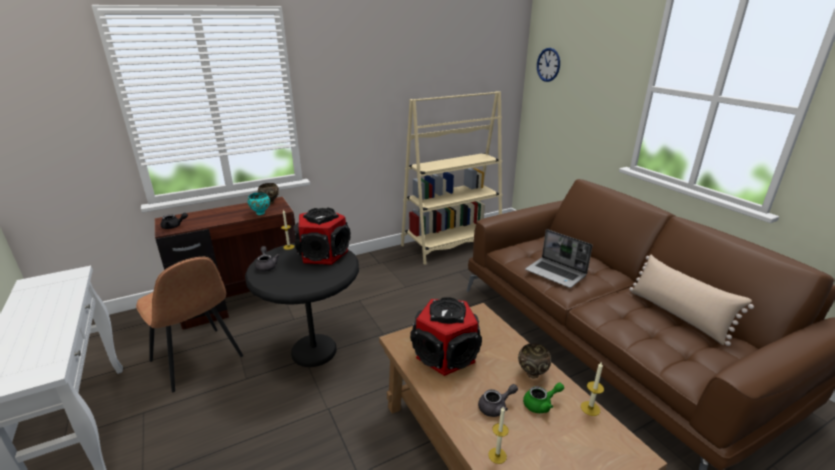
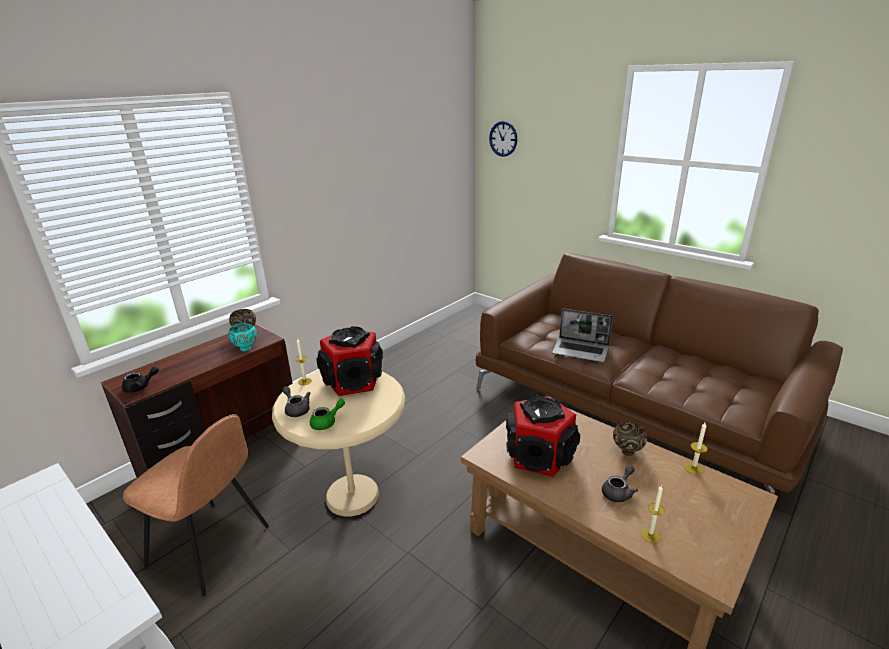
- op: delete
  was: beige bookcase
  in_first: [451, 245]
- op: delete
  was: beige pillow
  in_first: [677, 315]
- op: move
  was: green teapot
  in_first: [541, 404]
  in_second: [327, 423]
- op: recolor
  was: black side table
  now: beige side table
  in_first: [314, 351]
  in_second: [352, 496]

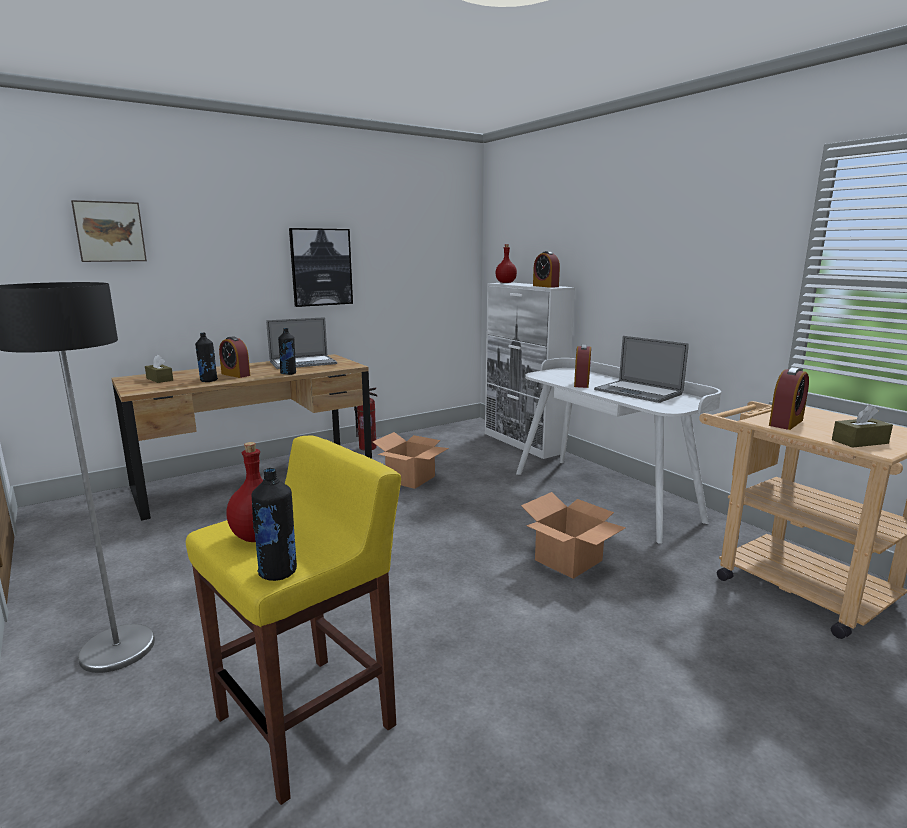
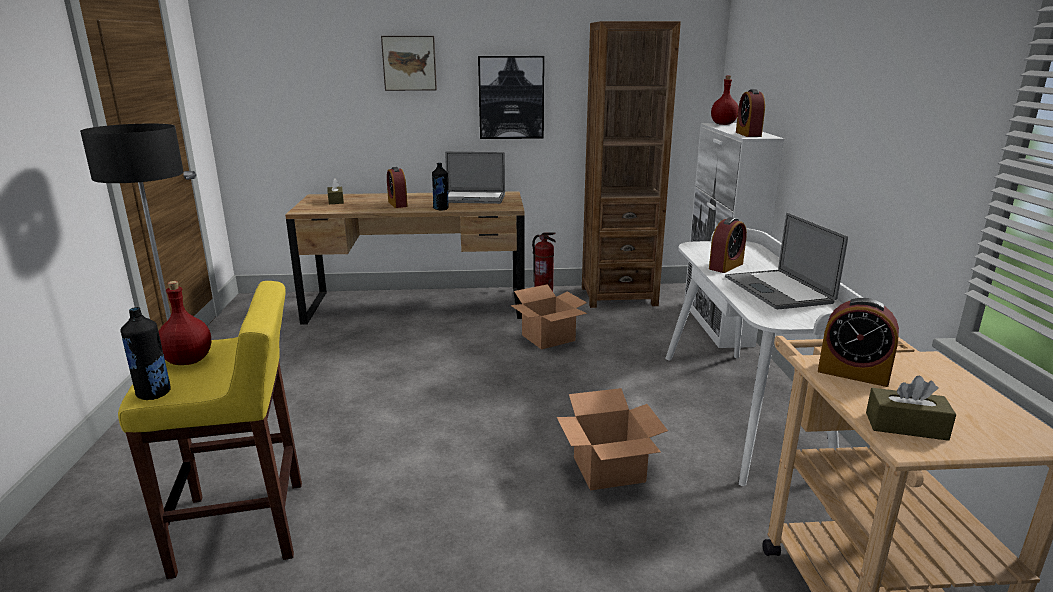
- op: delete
  was: black bottle
  in_first: [208, 380]
- op: insert
  now: brown bookcase
  in_second: [618, 296]
- op: move
  was: picture
  in_first: [109, 232]
  in_second: [409, 63]
- op: rotate
  was: alarm clock
  in_first: [786, 423]
  in_second: [853, 373]
  clockwise: 45

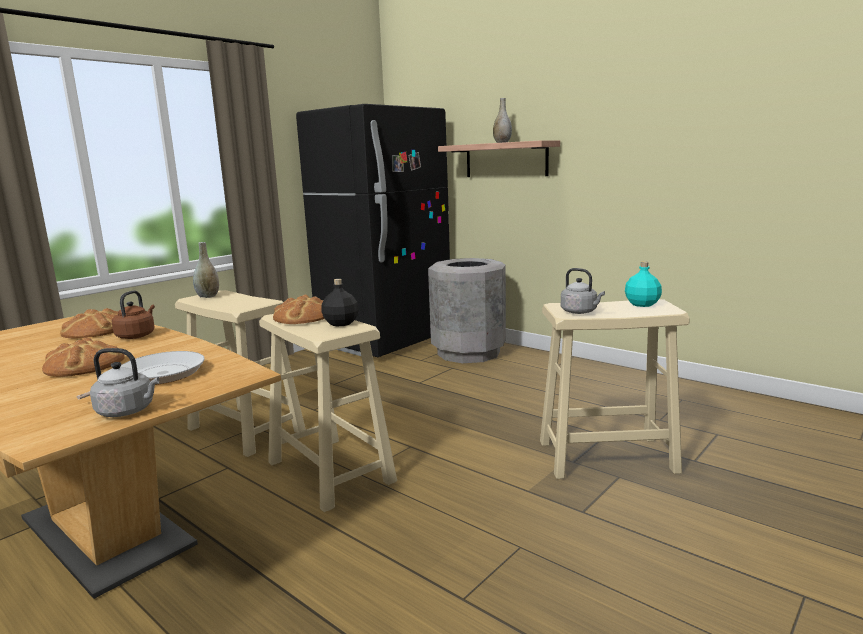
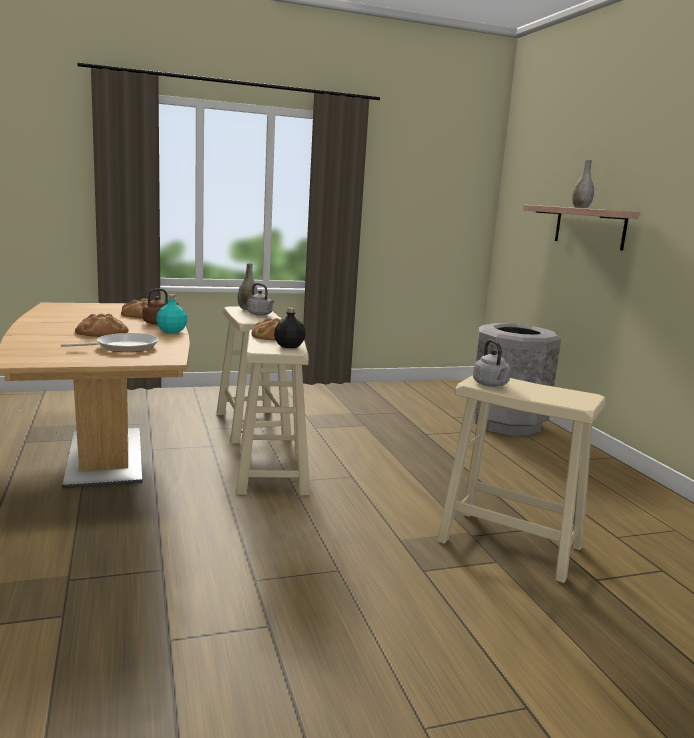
- op: delete
  was: black fridge
  in_first: [386, 341]
- op: move
  was: grey kettle
  in_first: [128, 411]
  in_second: [260, 314]
- op: move
  was: turquoise bottle
  in_first: [642, 304]
  in_second: [172, 331]

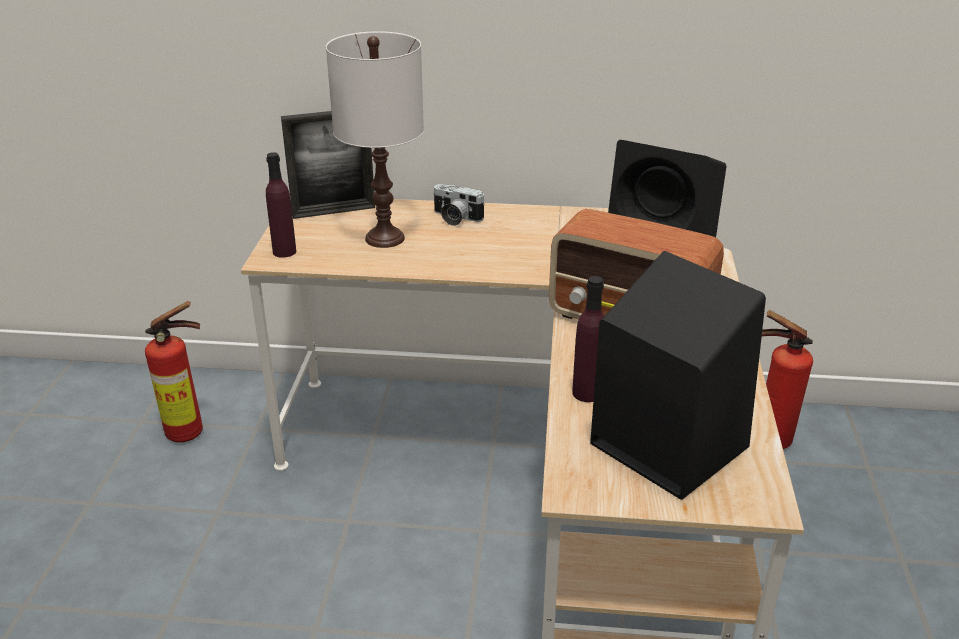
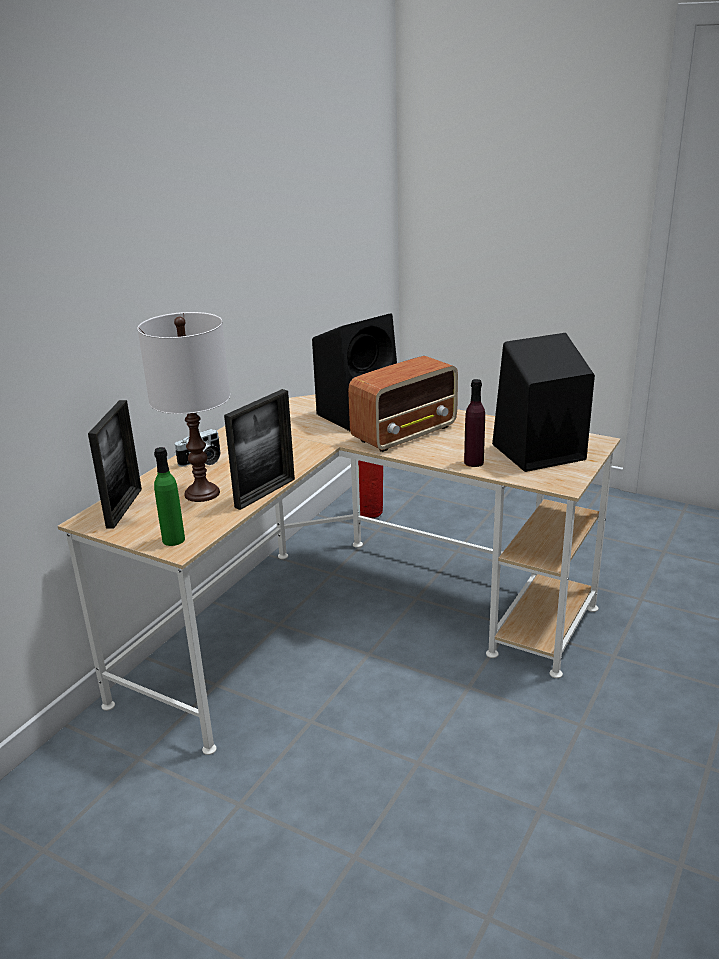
- op: delete
  was: fire extinguisher
  in_first: [190, 432]
- op: insert
  now: picture frame
  in_second: [265, 493]
- op: recolor
  was: purple bottle
  now: green bottle
  in_first: [284, 251]
  in_second: [173, 540]

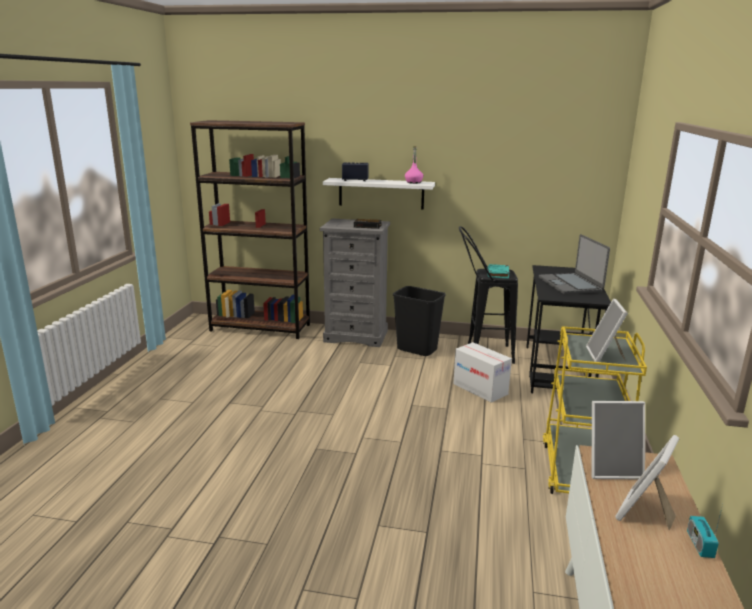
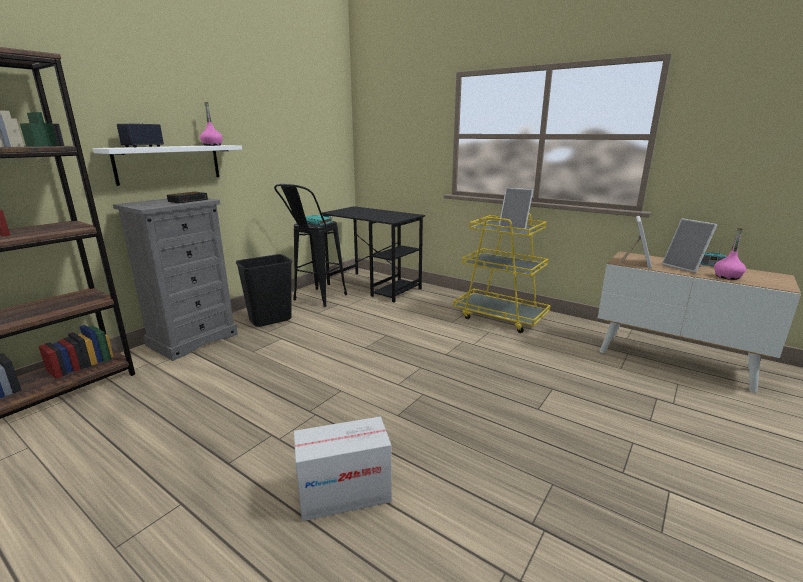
- op: delete
  was: laptop
  in_first: [570, 285]
- op: insert
  now: pink bottle
  in_second: [727, 276]
- op: move
  was: cardboard box
  in_first: [480, 389]
  in_second: [344, 493]

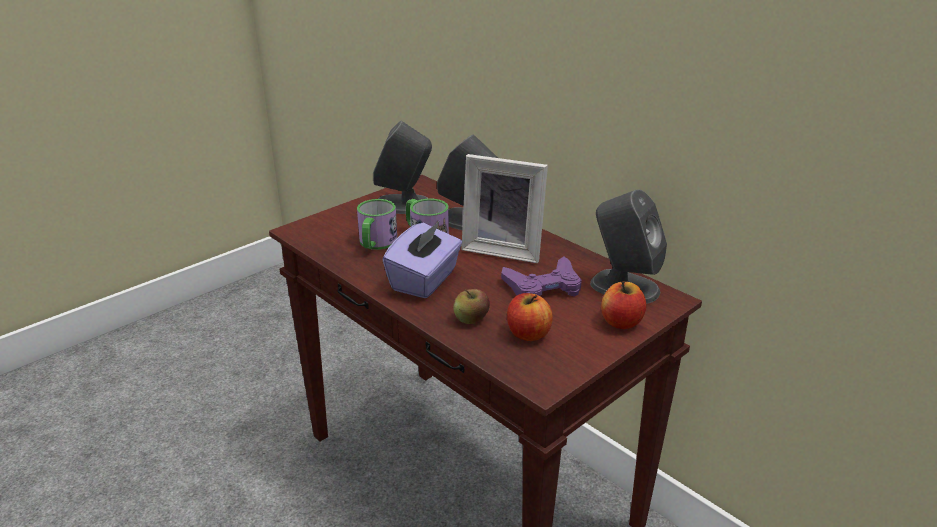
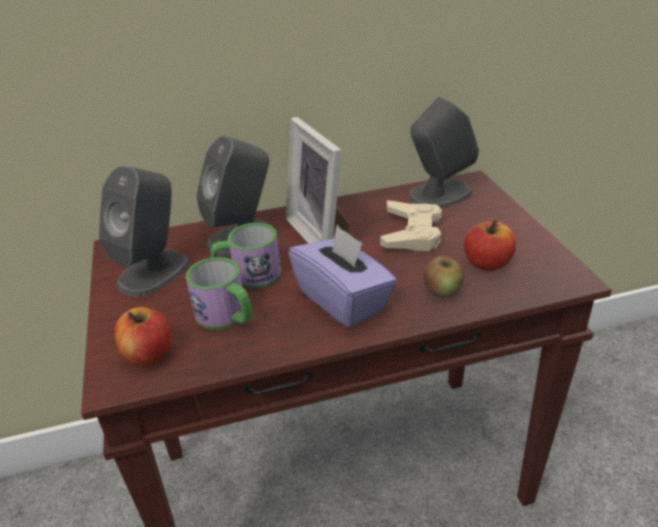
- op: move
  was: apple
  in_first: [621, 322]
  in_second: [149, 354]
- op: recolor
  was: purple game controller
  now: beige game controller
  in_first: [543, 287]
  in_second: [411, 232]
- op: rotate
  was: picture frame
  in_first: [504, 249]
  in_second: [322, 234]
  clockwise: 105

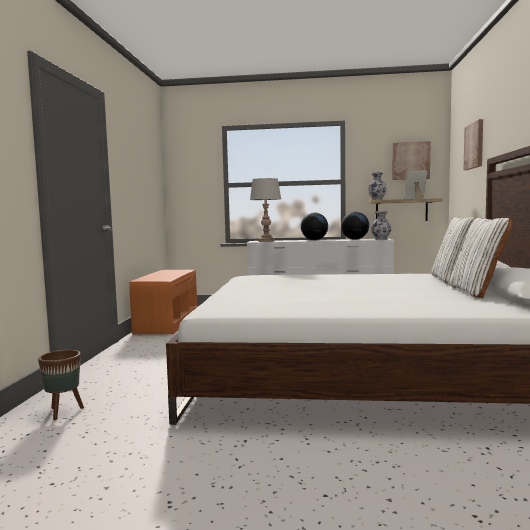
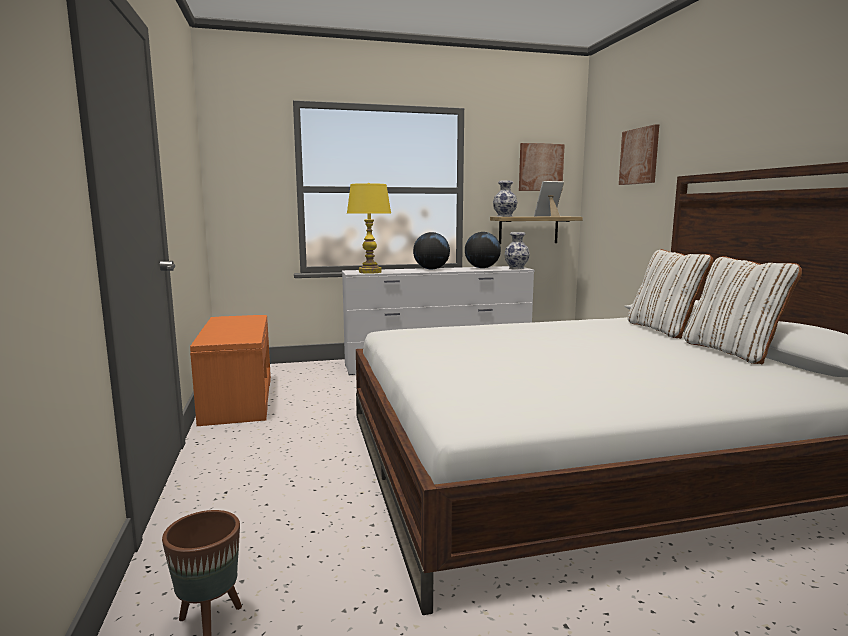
- op: recolor
  was: grey table lamp
  now: yellow table lamp
  in_first: [266, 241]
  in_second: [370, 272]

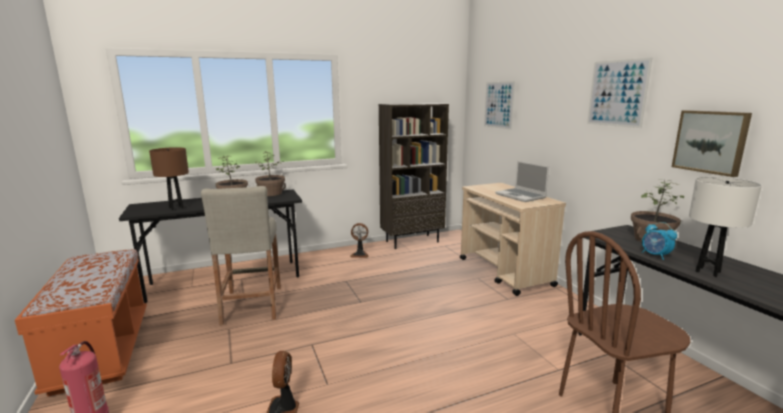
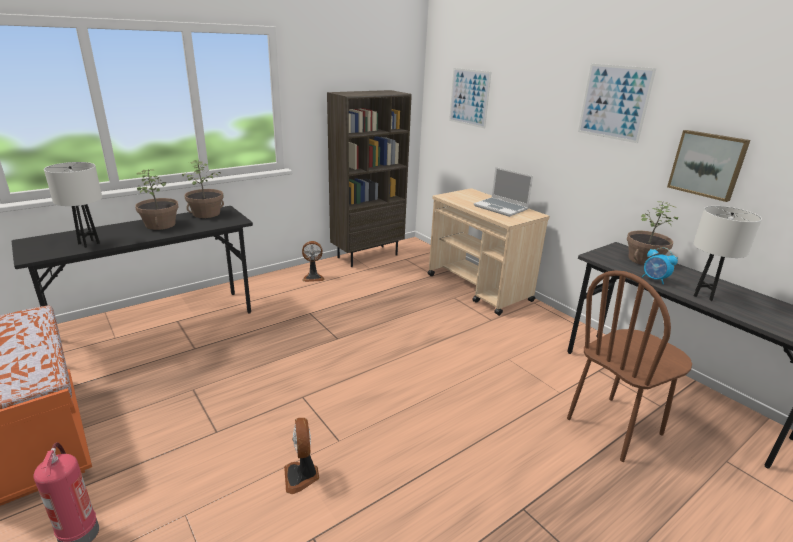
- op: delete
  was: beige stool
  in_first: [251, 305]
- op: recolor
  was: brown table lamp
  now: white table lamp
  in_first: [176, 208]
  in_second: [89, 243]

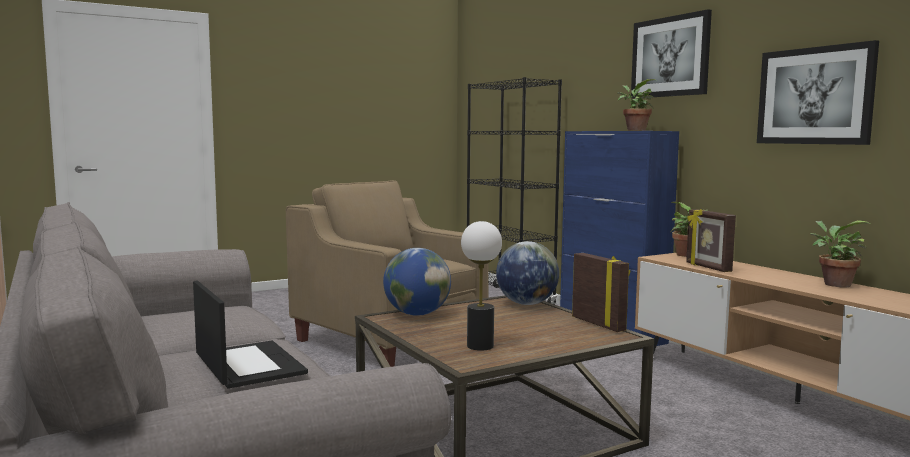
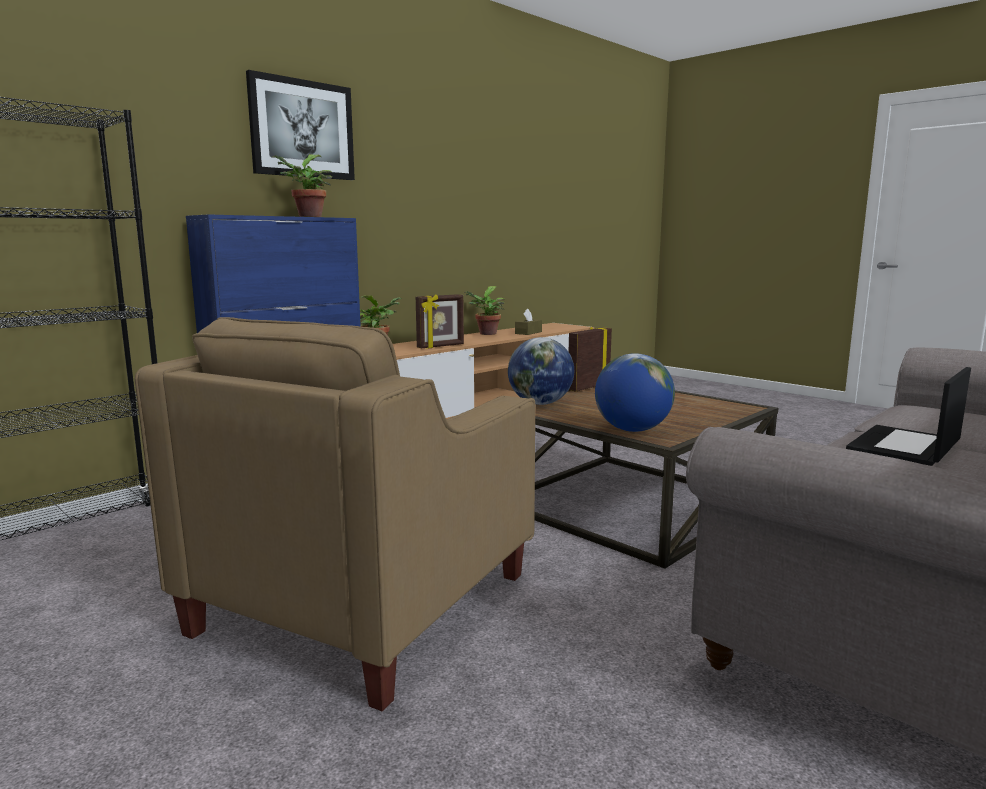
- op: delete
  was: table lamp
  in_first: [480, 346]
- op: delete
  was: picture
  in_first: [814, 96]
- op: insert
  now: brown tissue box
  in_second: [528, 333]

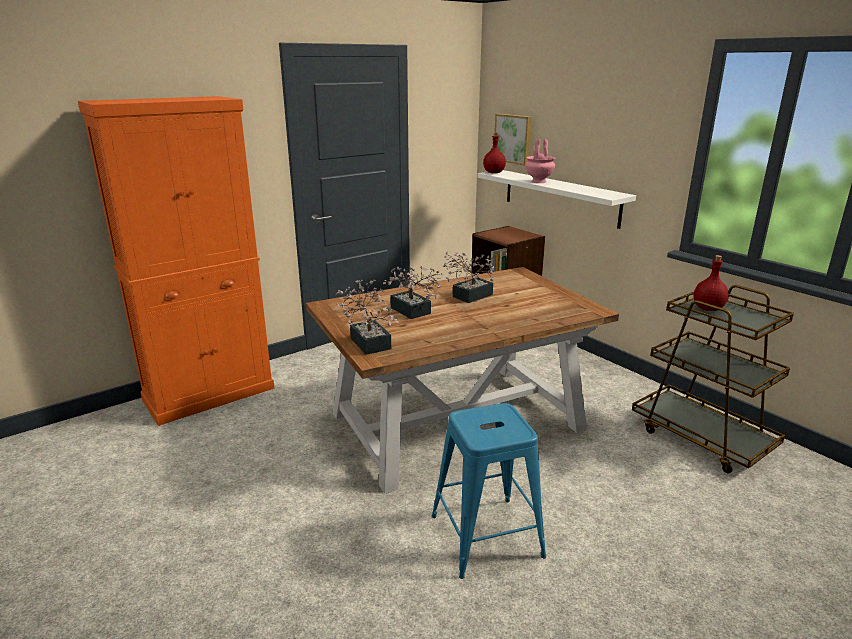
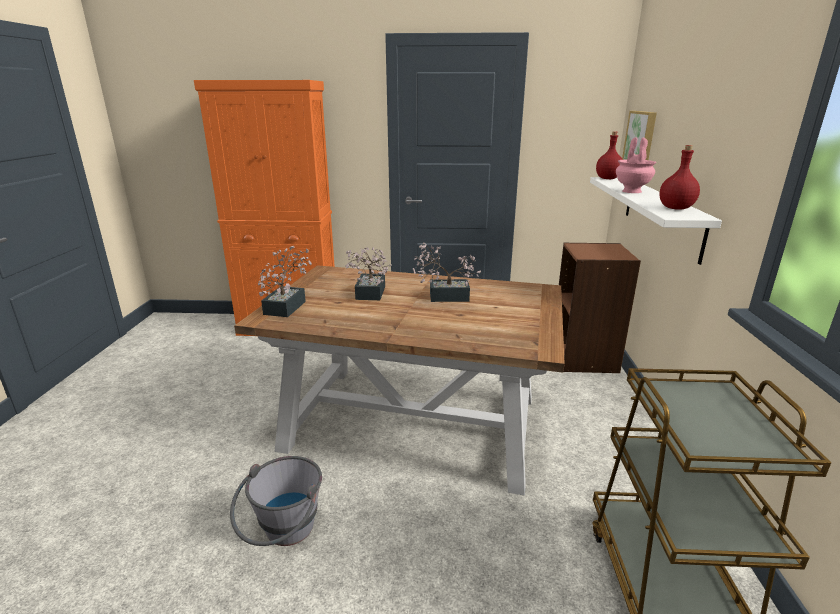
- op: move
  was: red bottle
  in_first: [708, 308]
  in_second: [676, 208]
- op: replace
  was: blue stool
  now: grey bucket
  in_first: [486, 535]
  in_second: [284, 535]

